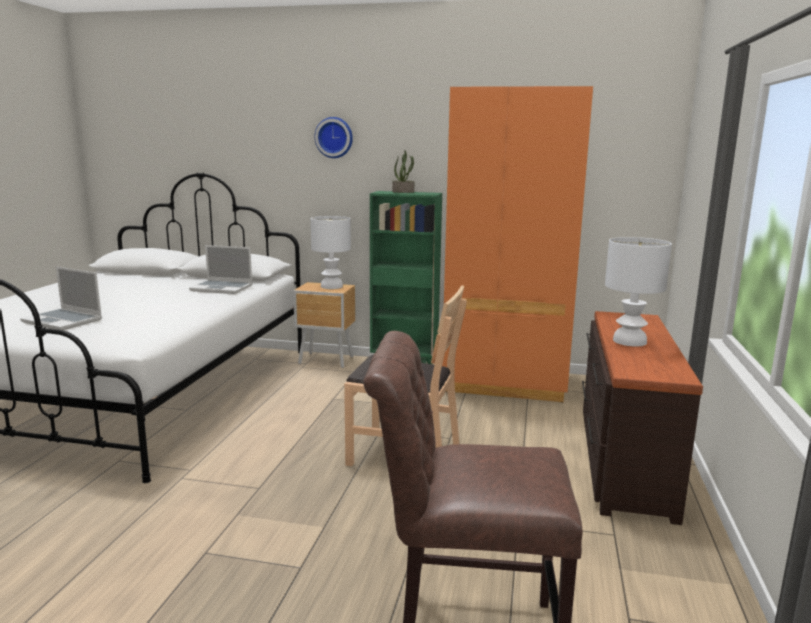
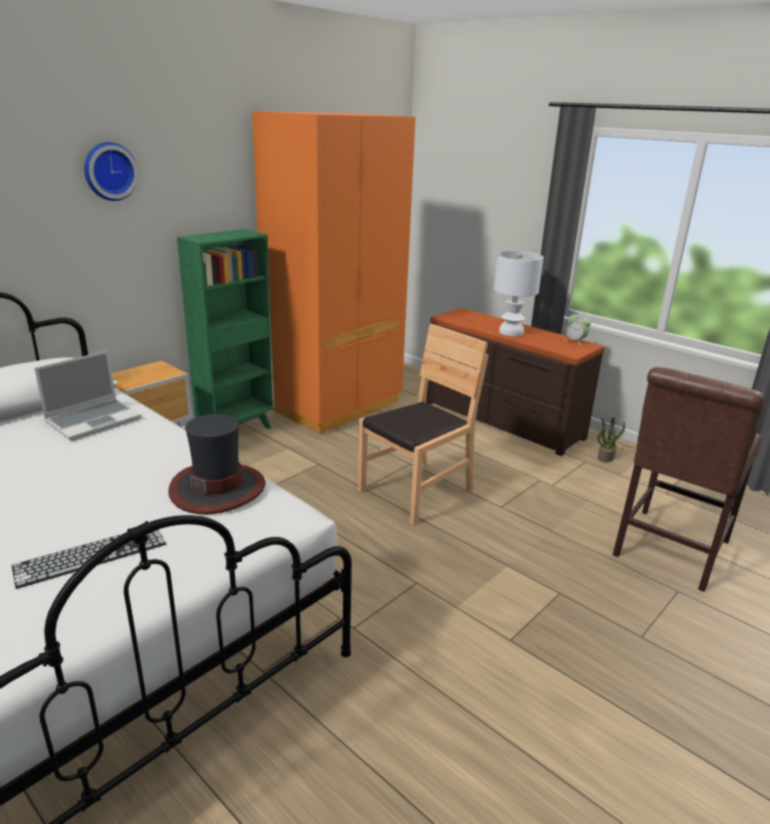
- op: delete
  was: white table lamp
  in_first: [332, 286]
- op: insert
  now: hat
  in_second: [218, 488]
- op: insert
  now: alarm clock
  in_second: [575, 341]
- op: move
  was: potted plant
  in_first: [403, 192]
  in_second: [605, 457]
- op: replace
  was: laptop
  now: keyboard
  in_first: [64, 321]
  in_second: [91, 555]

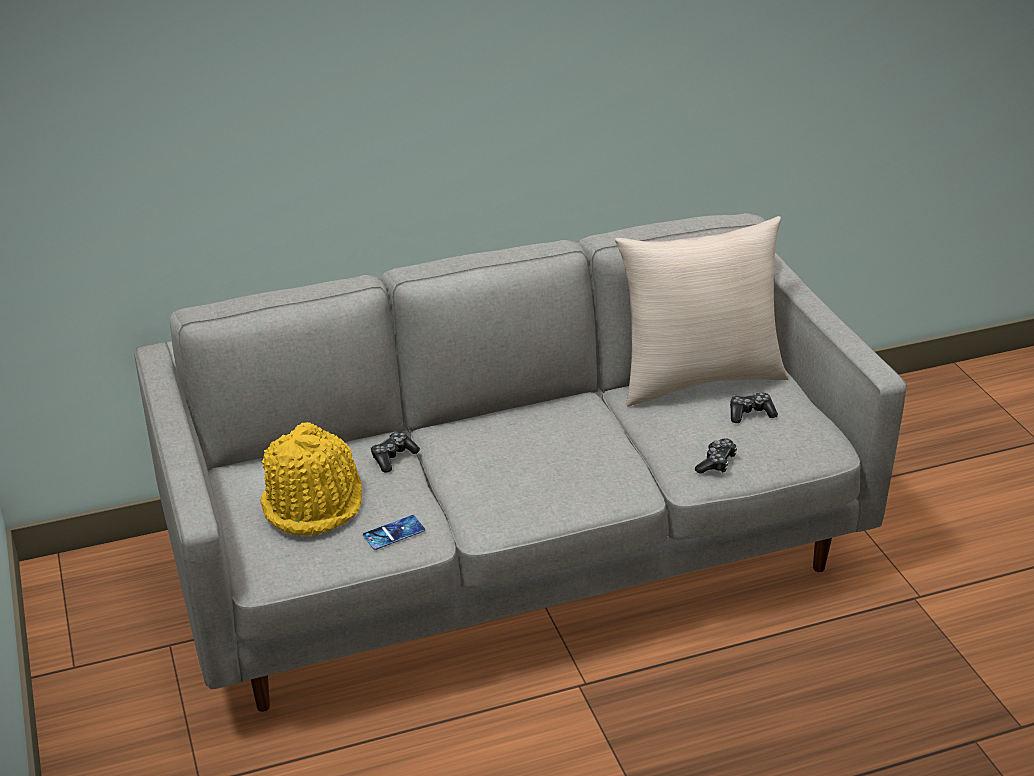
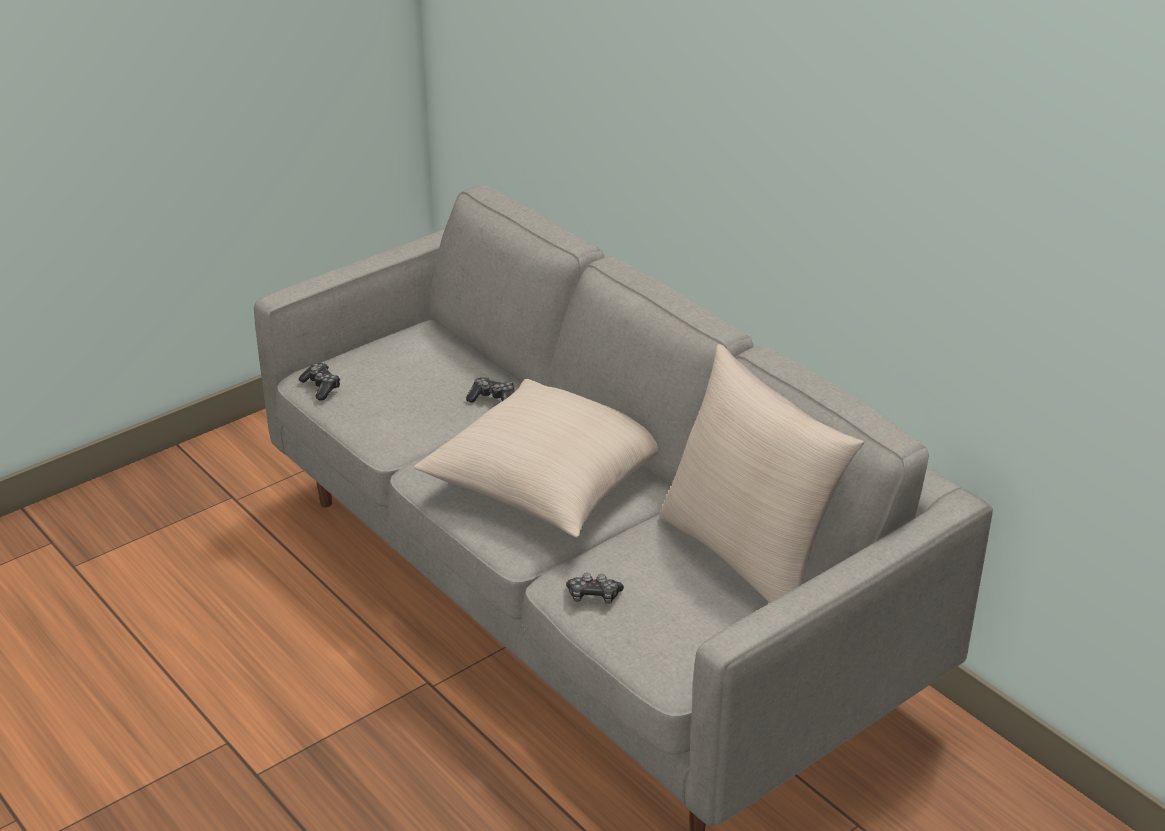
- op: delete
  was: yellow hat
  in_first: [314, 502]
- op: delete
  was: phone
  in_first: [394, 533]
- op: insert
  now: beige pillow
  in_second: [549, 482]
- op: move
  was: game controller
  in_first: [750, 413]
  in_second: [321, 387]

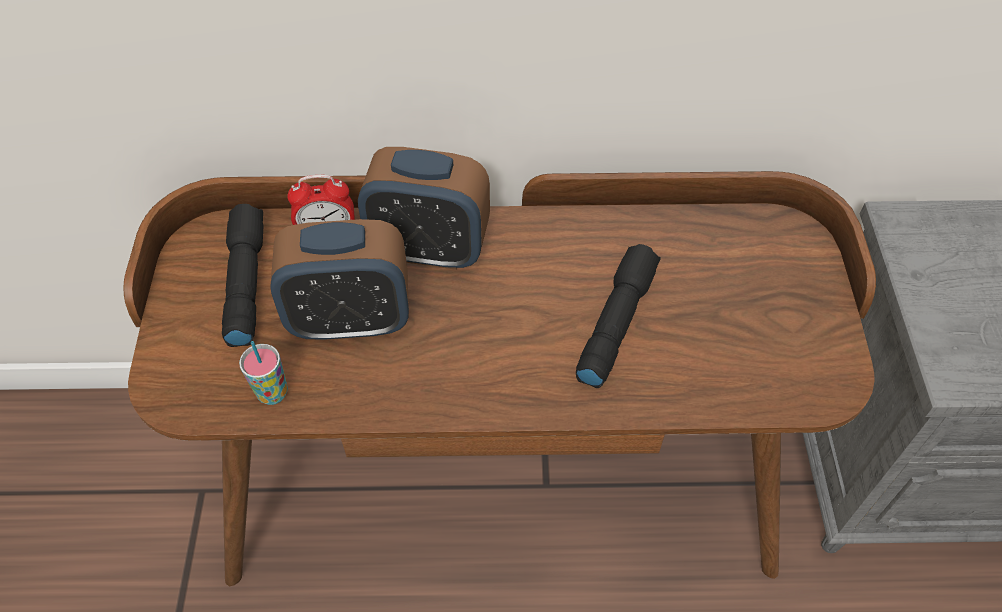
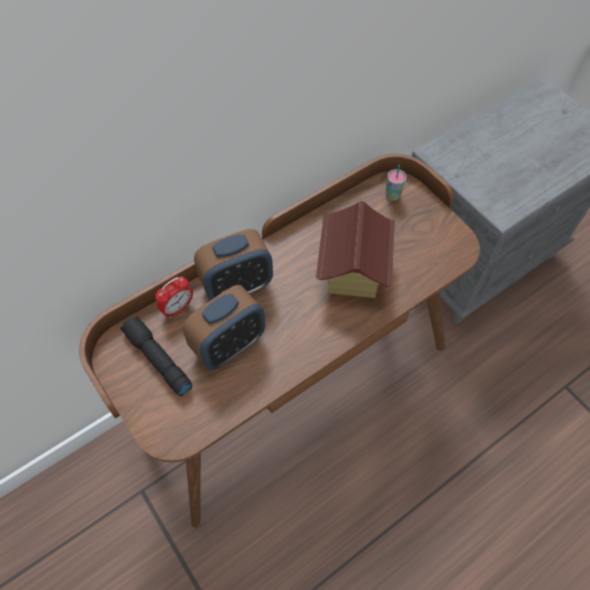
- op: move
  was: cup
  in_first: [272, 393]
  in_second: [392, 196]
- op: replace
  was: black flashlight
  now: toy house
  in_first: [615, 321]
  in_second: [352, 271]

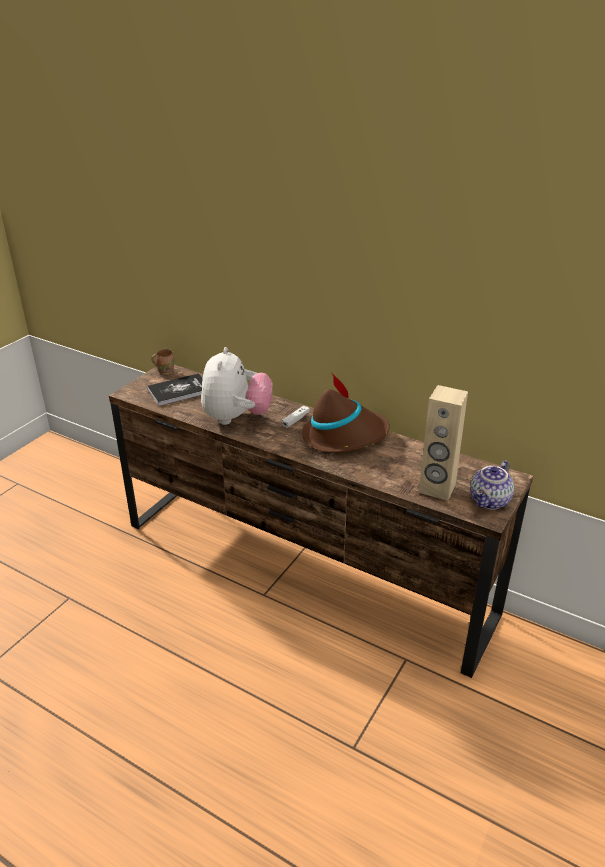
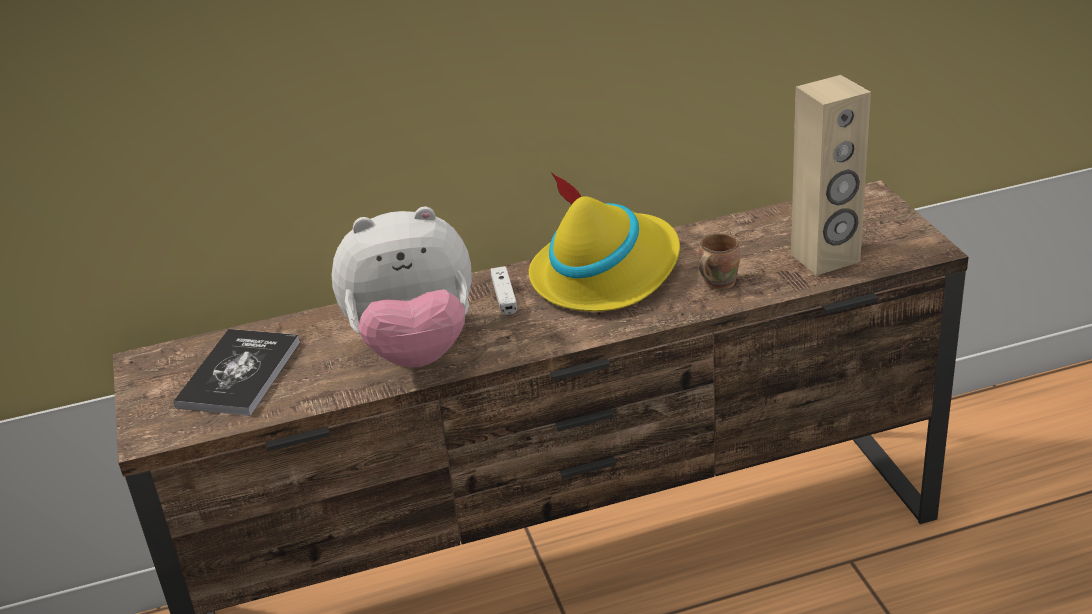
- op: delete
  was: teapot
  in_first: [490, 501]
- op: move
  was: brown mug
  in_first: [165, 371]
  in_second: [716, 282]
- op: recolor
  was: brown hat
  now: yellow hat
  in_first: [344, 436]
  in_second: [606, 273]
- op: rotate
  was: plush toy
  in_first: [236, 418]
  in_second: [414, 349]
  clockwise: 120

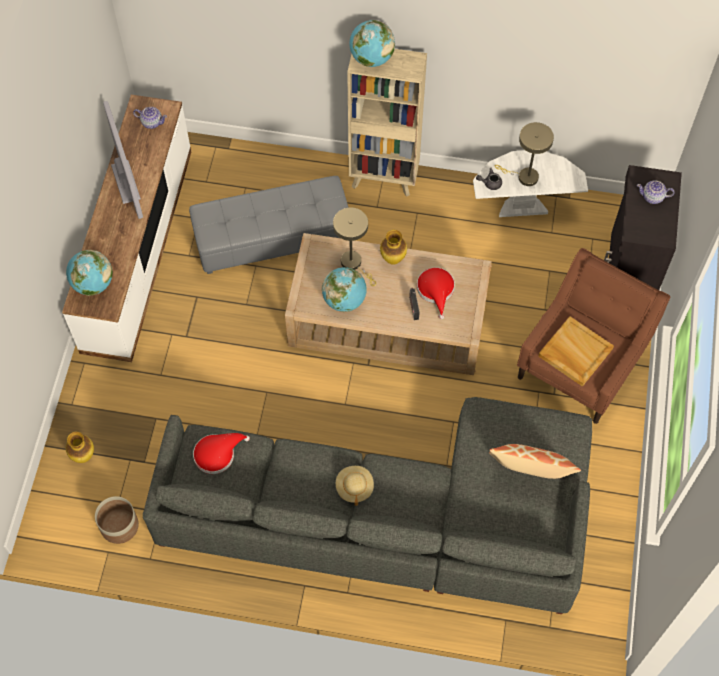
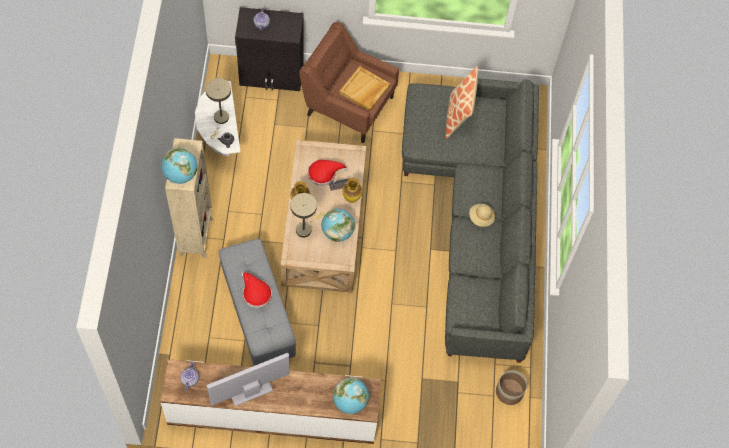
- op: move
  was: vase
  in_first: [84, 456]
  in_second: [351, 198]
- op: move
  was: red hat
  in_first: [217, 454]
  in_second: [255, 293]

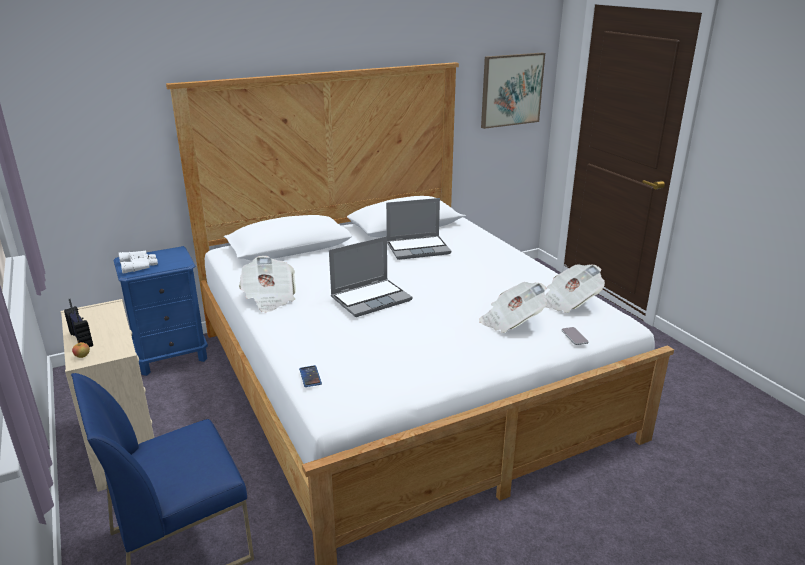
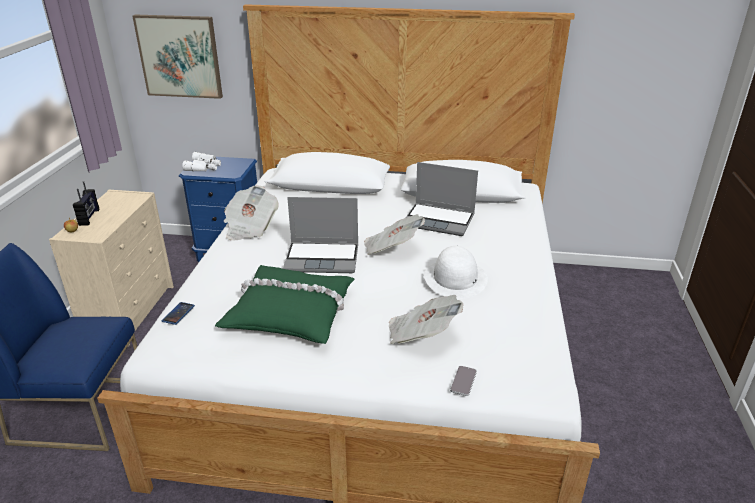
- op: insert
  now: green pillow
  in_second: [291, 313]
- op: insert
  now: white hat
  in_second: [455, 279]
- op: move
  was: picture
  in_first: [511, 90]
  in_second: [180, 56]
- op: move
  was: newspaper
  in_first: [568, 302]
  in_second: [391, 248]

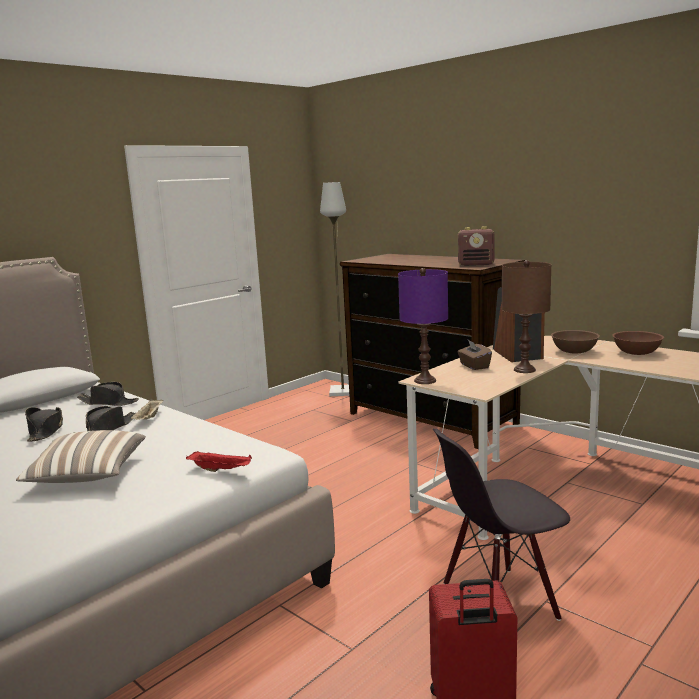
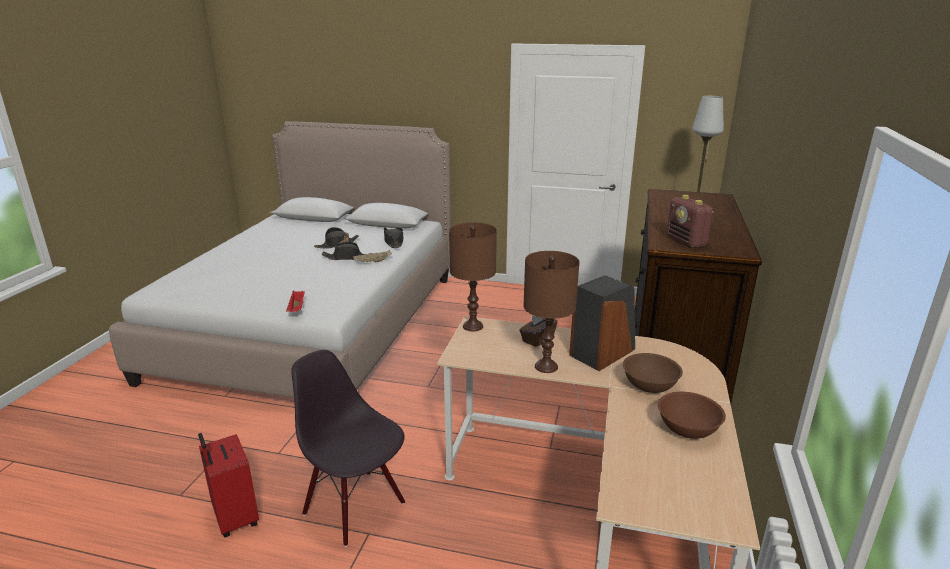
- op: delete
  was: pillow
  in_first: [87, 475]
- op: recolor
  was: purple table lamp
  now: brown table lamp
  in_first: [425, 381]
  in_second: [472, 326]

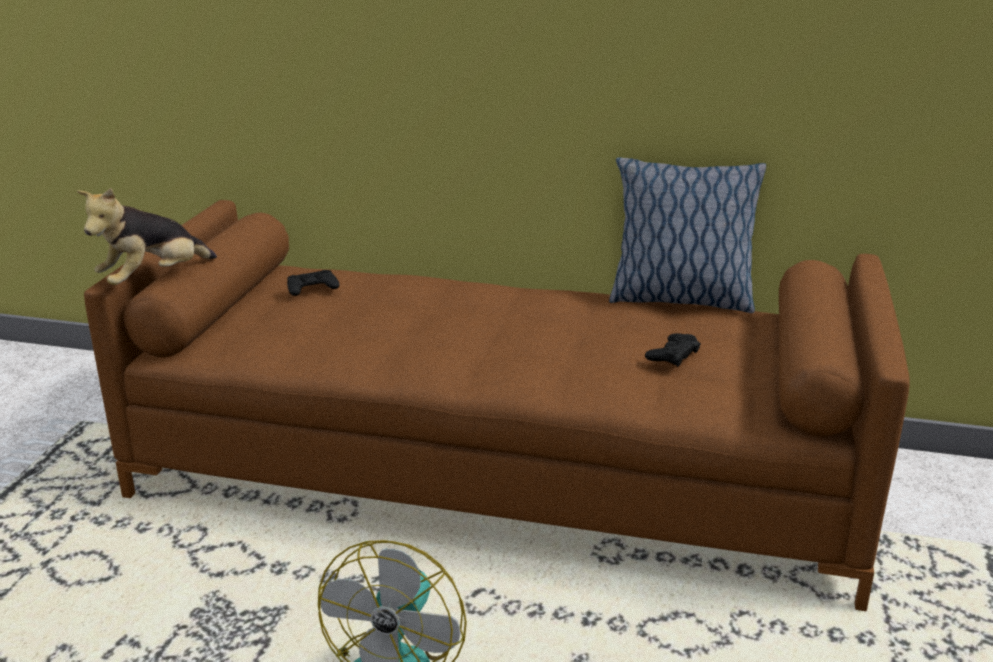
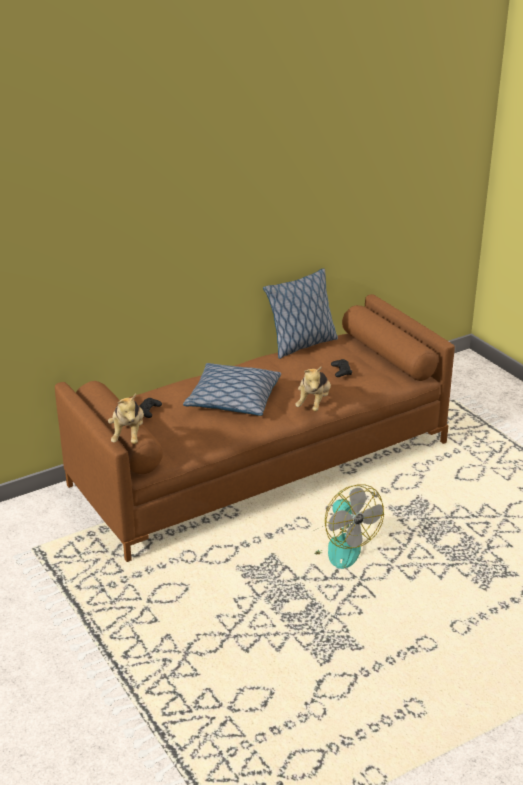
- op: insert
  now: pillow
  in_second: [233, 400]
- op: insert
  now: plush toy
  in_second: [314, 403]

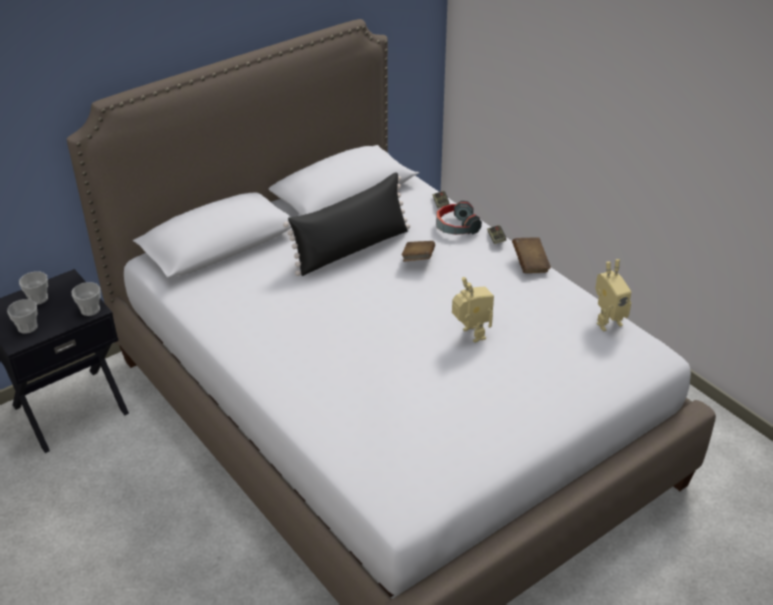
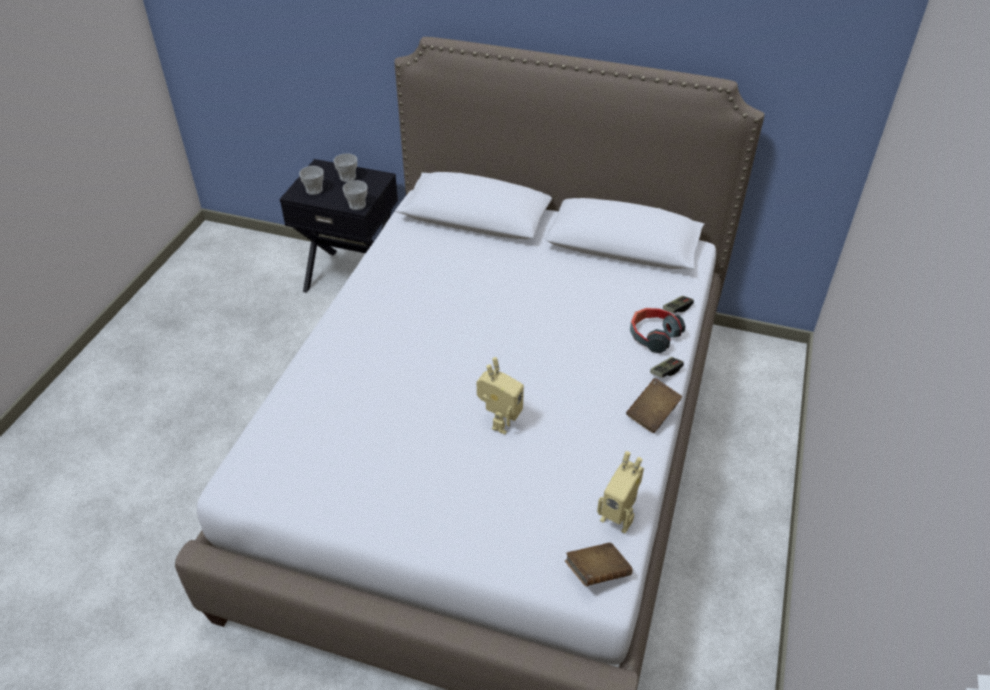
- op: delete
  was: black pillow
  in_first: [352, 249]
- op: move
  was: brown book
  in_first: [418, 259]
  in_second: [597, 572]

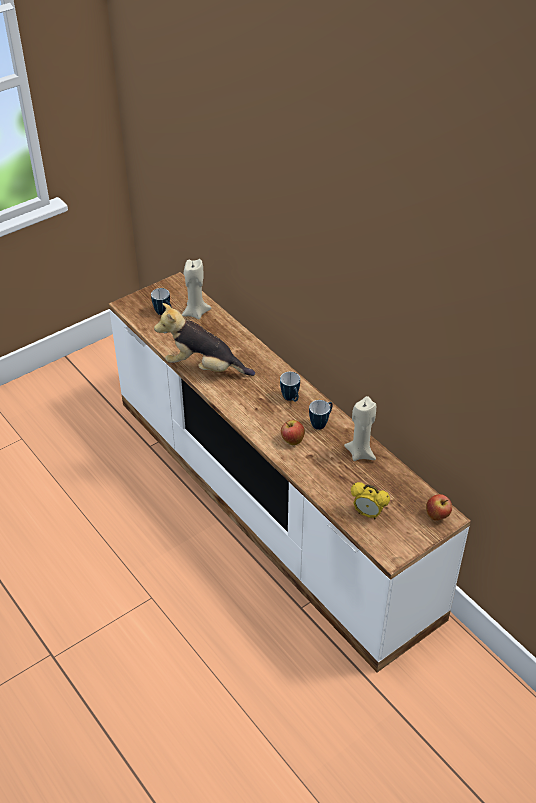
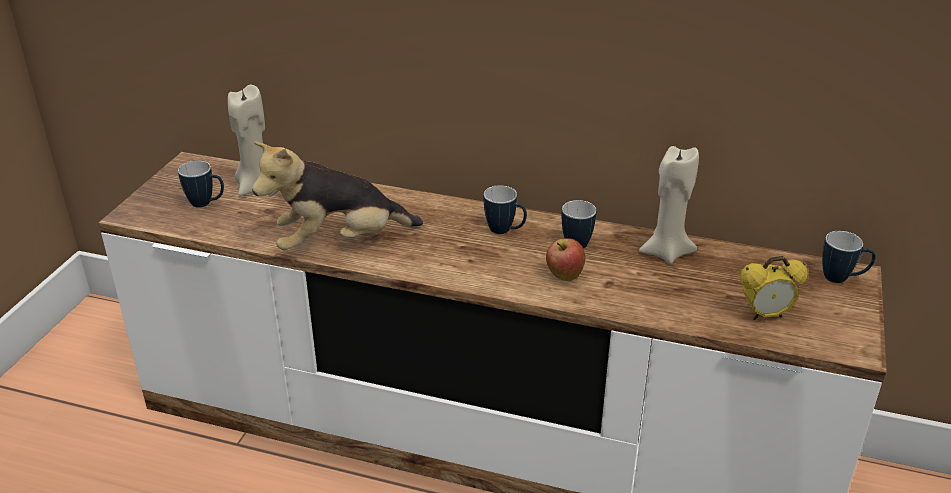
- op: replace
  was: apple
  now: mug
  in_first: [437, 516]
  in_second: [842, 278]

